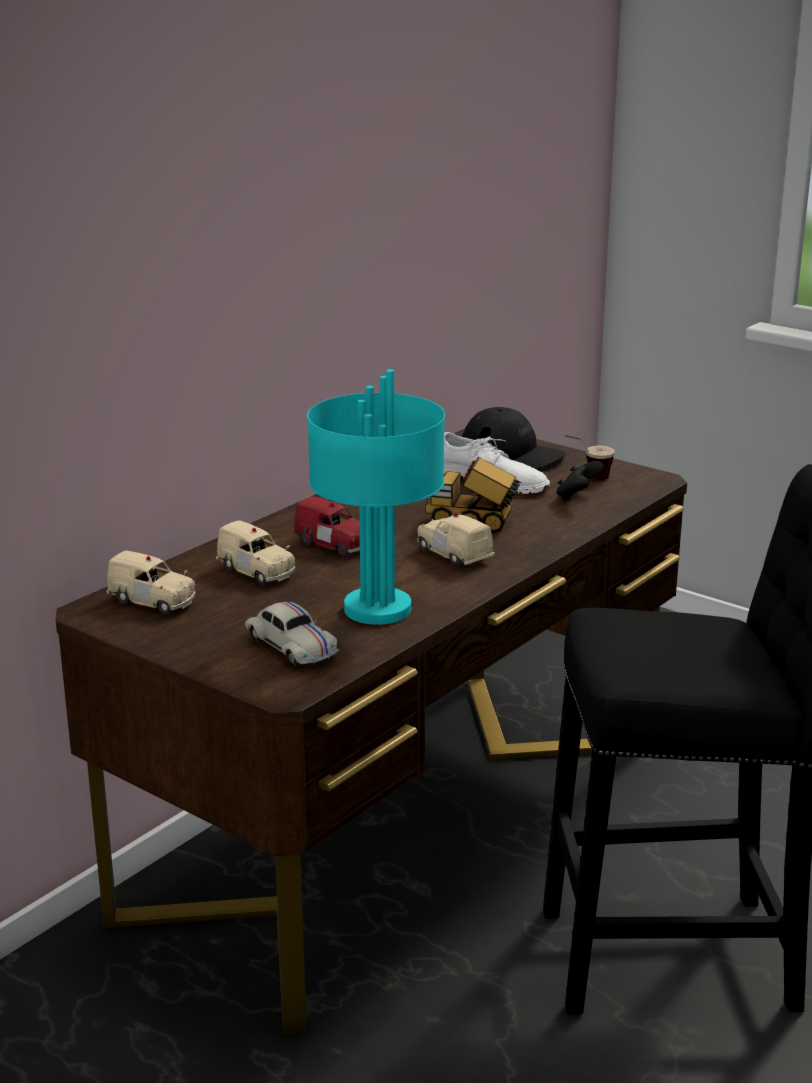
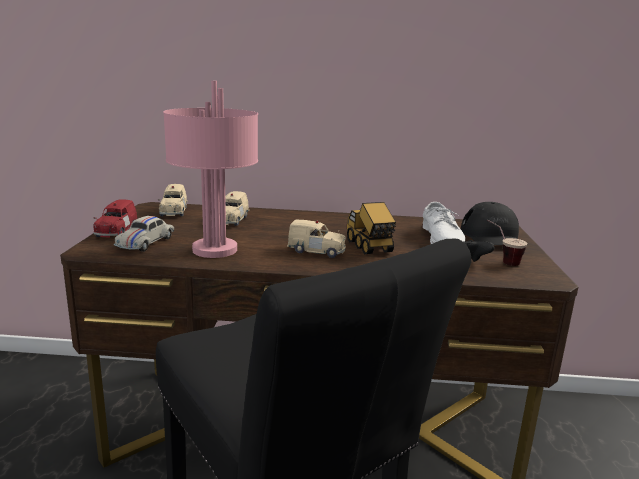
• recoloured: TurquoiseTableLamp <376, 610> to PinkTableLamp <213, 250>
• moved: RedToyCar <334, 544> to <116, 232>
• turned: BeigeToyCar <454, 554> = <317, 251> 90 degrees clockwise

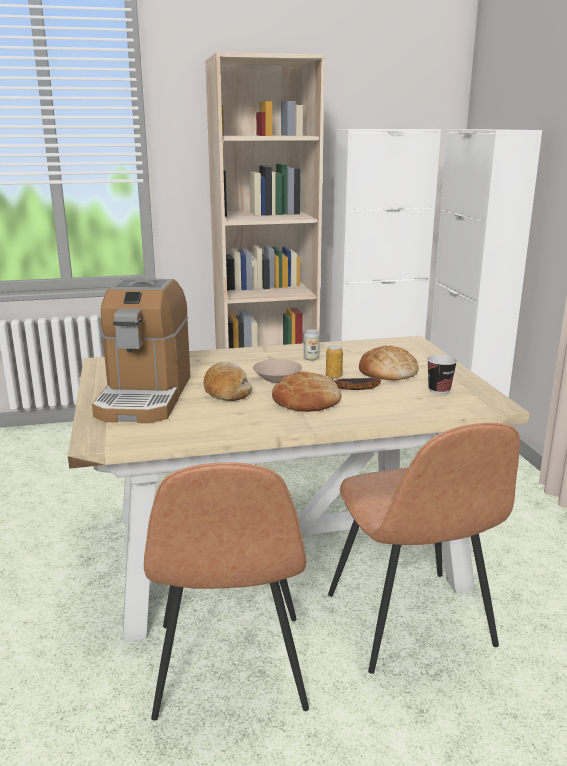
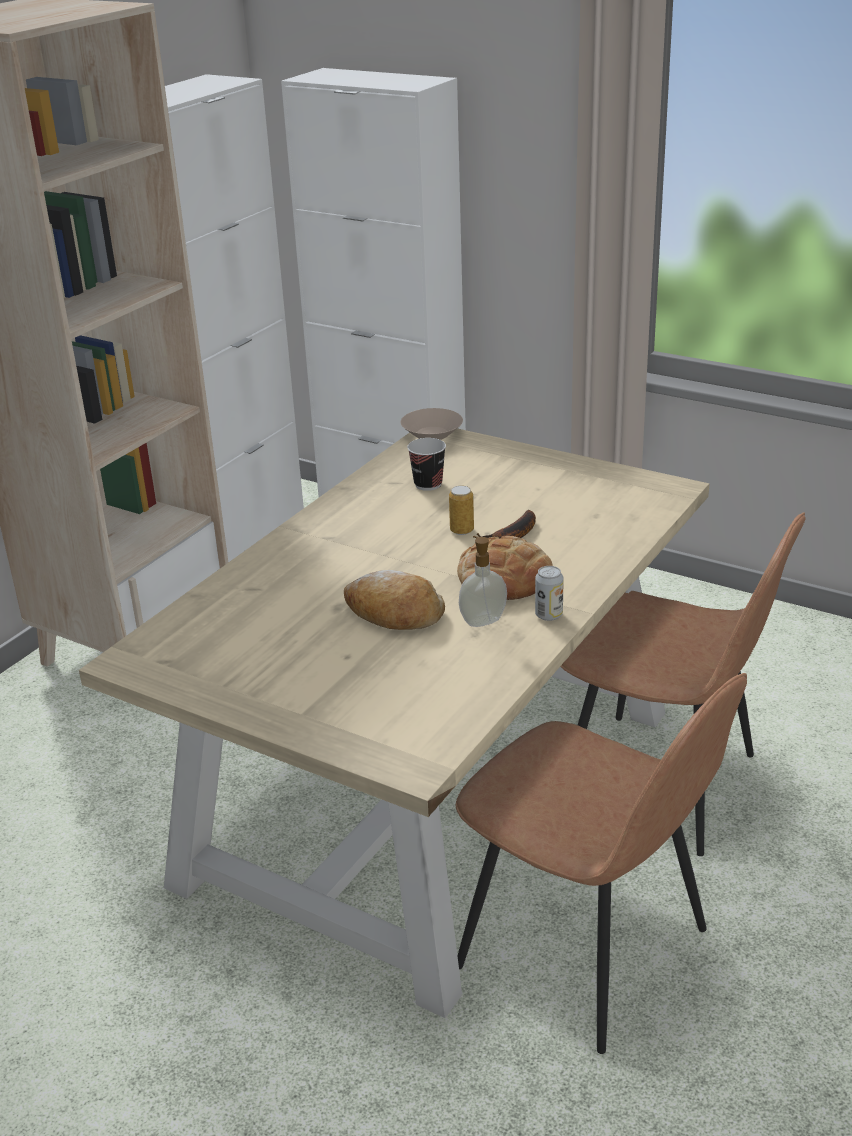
• removed: CoffeeMachine <145, 396>
• moved: Can <311, 358> to <548, 615>
• removed: Bread <387, 371>
• moved: Cup <439, 390> to <428, 484>
• moved: BeigeBowl <277, 379> to <432, 435>
• added: SoapDispenser <482, 620>

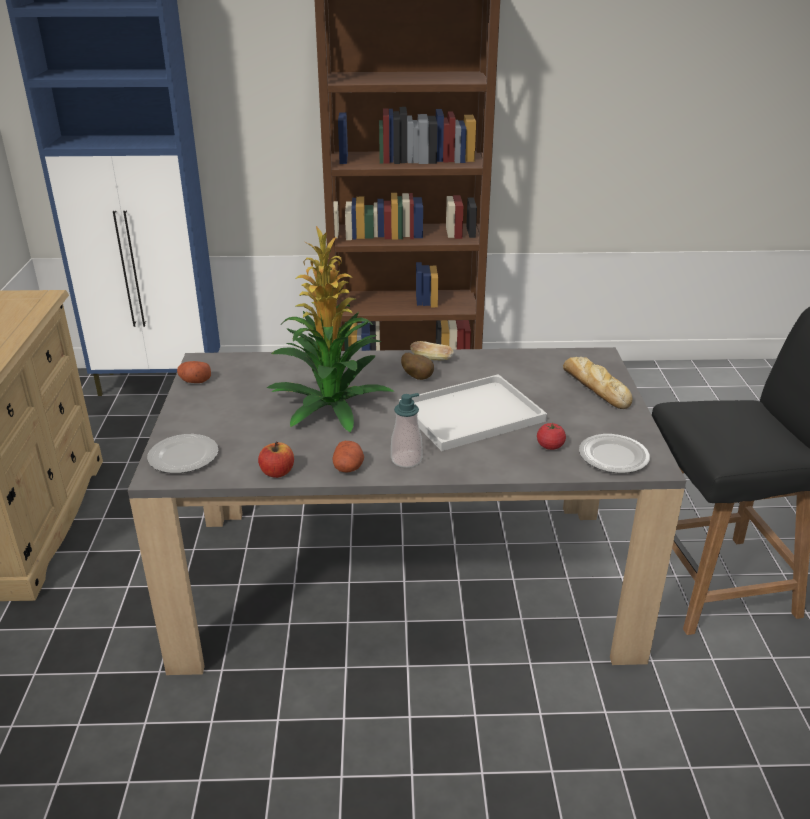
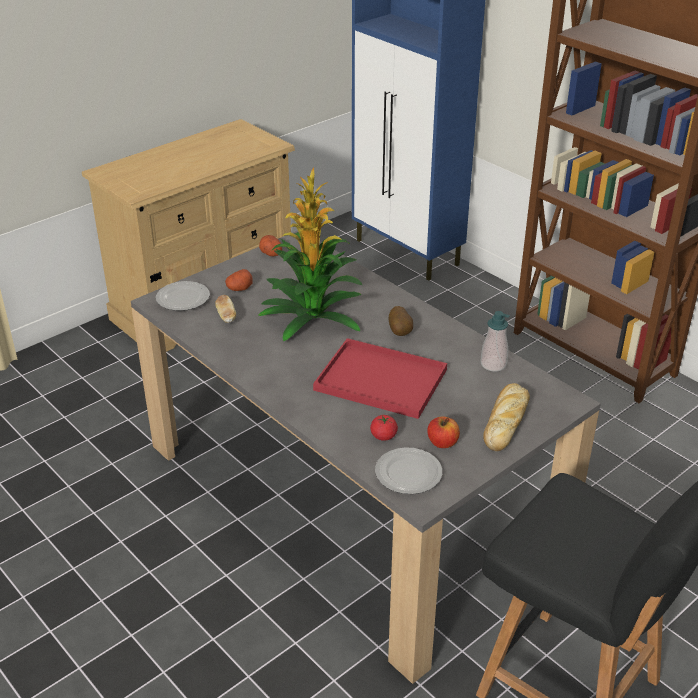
• moved: Bread <431, 359> to <226, 316>
• recoloured: WhiteTray <473, 412> to RedTray <383, 379>
• moved: SoapDispenser <406, 460> to <493, 364>
• moved: Potato <348, 467> to <239, 288>
• moved: Apple <277, 472> to <442, 442>

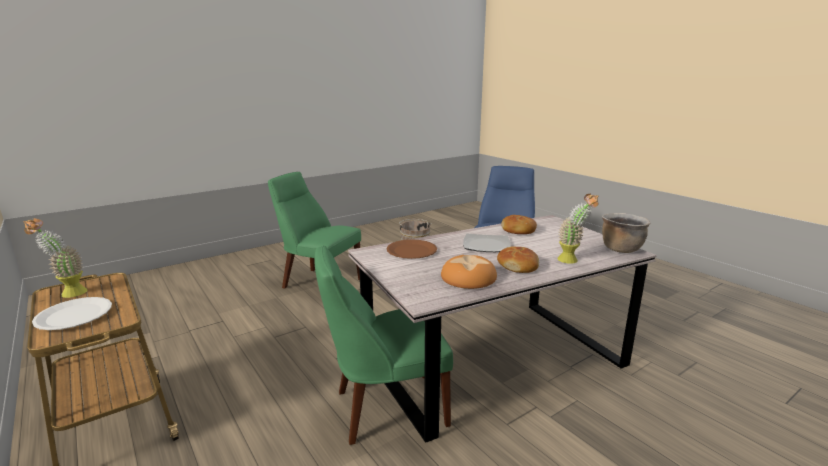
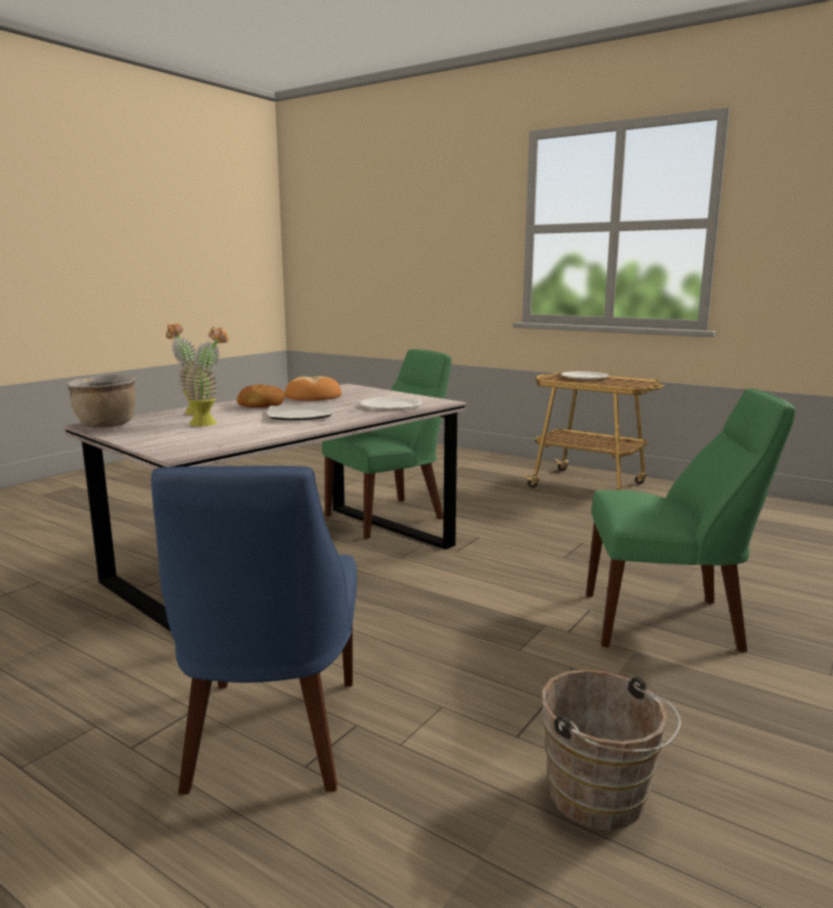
• removed: Bread <518, 230>
• moved: PottedPlant <67, 294> to <210, 422>
• recoloured: BrownPlate <412, 250> to WhitePlate <390, 405>

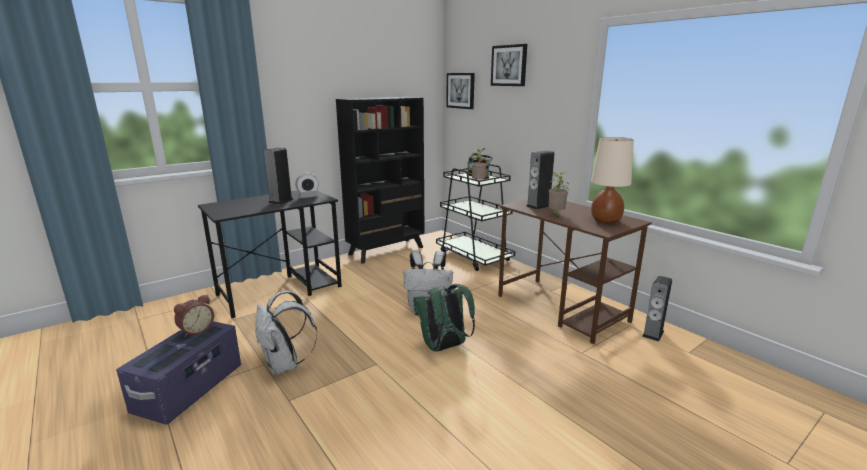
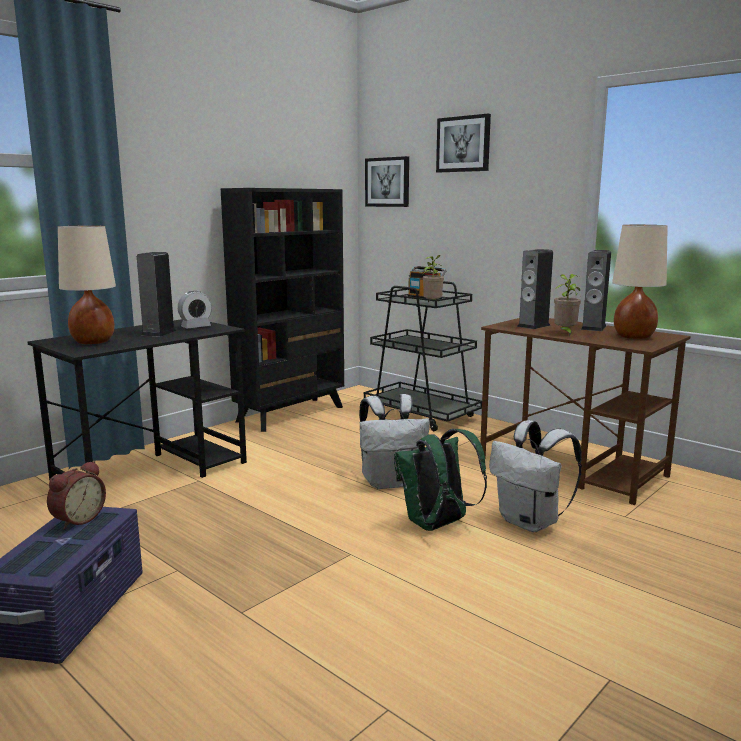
• moved: Speaker <653, 334> to <593, 328>
• moved: WhiteBackpack <285, 365> to <531, 522>
• added: BeigeTableLamp <93, 342>

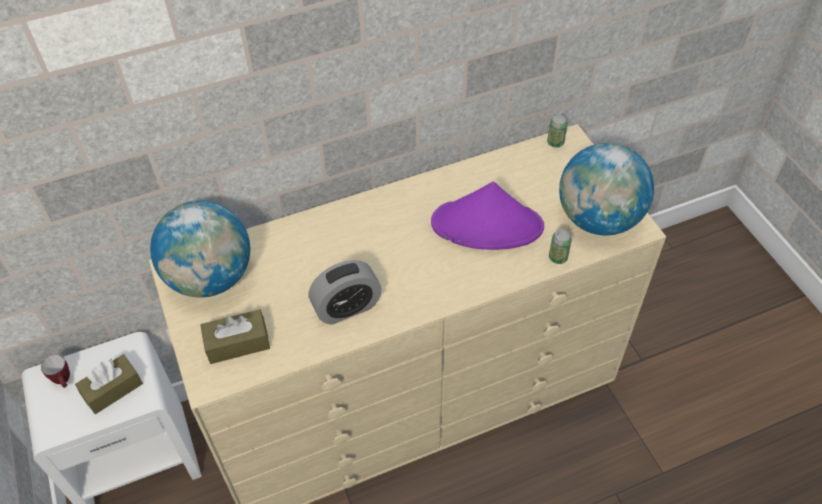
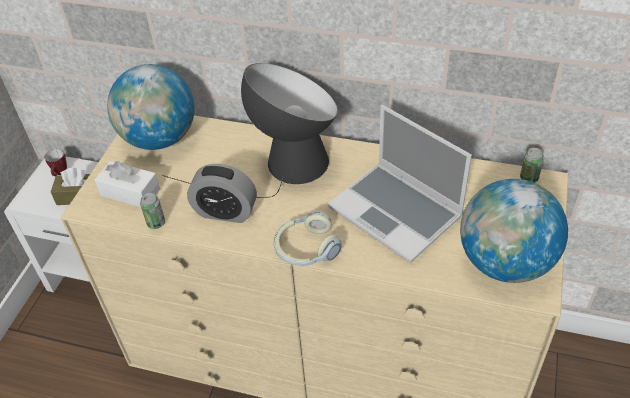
• replaced: PurpleHat <487, 225> to Laptop <397, 212>
• moved: Can <558, 257> to <156, 223>
• recoloured: BrownTissueBox <237, 343> to WhiteTissueBox <130, 192>
• added: TableLamp <287, 166>
• added: Headphones <306, 249>

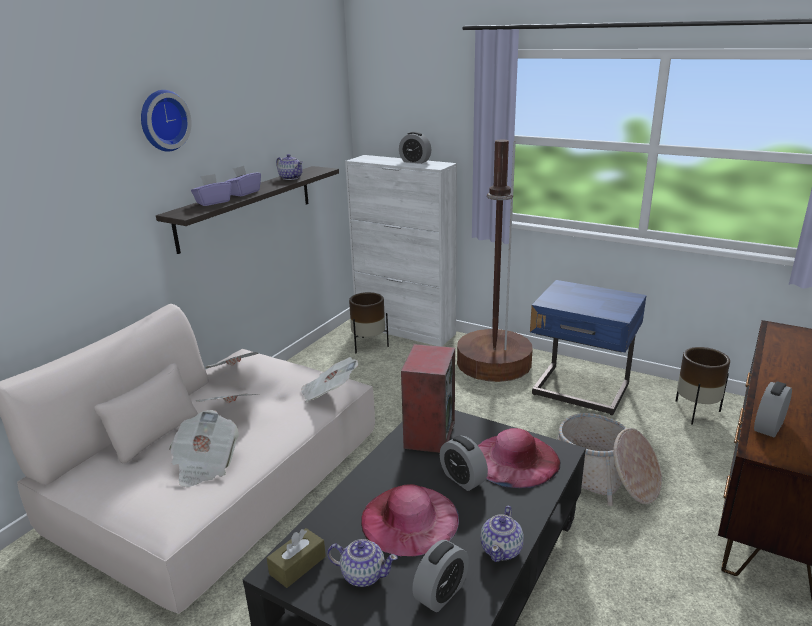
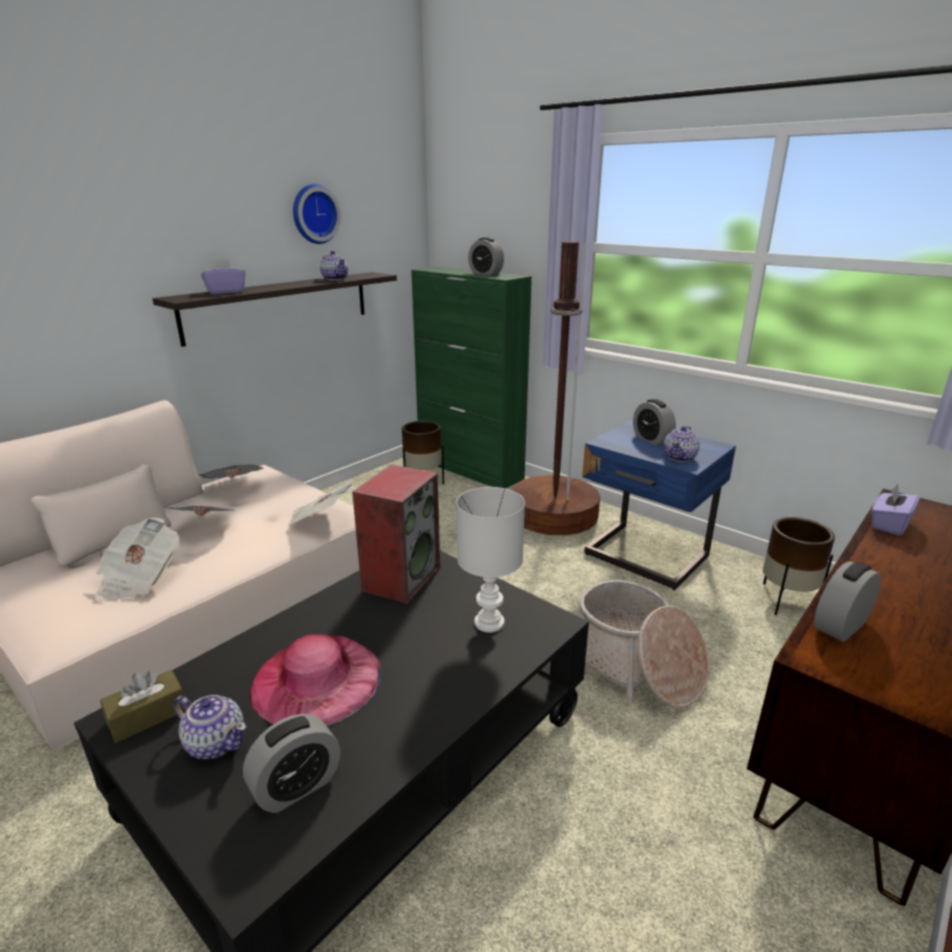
• moved: WallClock <162, 120> to <314, 214>
• recoloured: WhiteCabinet <405, 330> to GreenCabinet <470, 469>
• moved: PurpleTissueBox <244, 193> to <889, 524>
• replaced: PinkHat <515, 459> to WhiteTableLamp <490, 623>
• moved: AlarmClock <463, 479> to <651, 439>
• moved: Teapot <502, 549> to <680, 457>

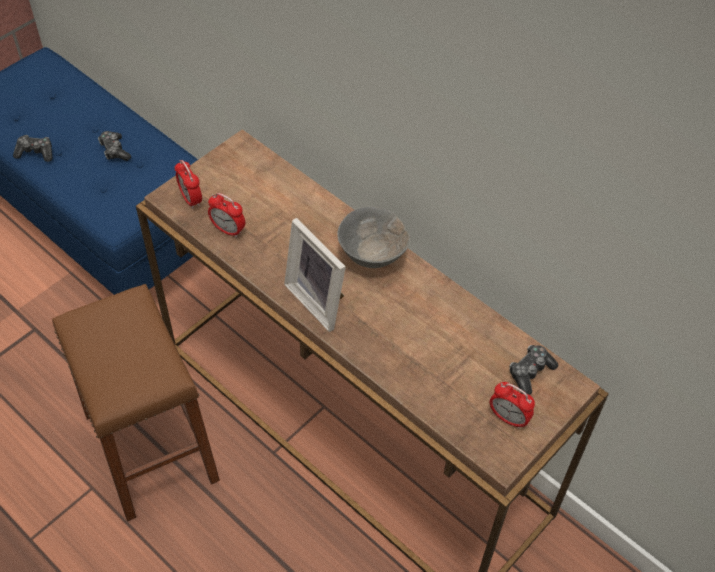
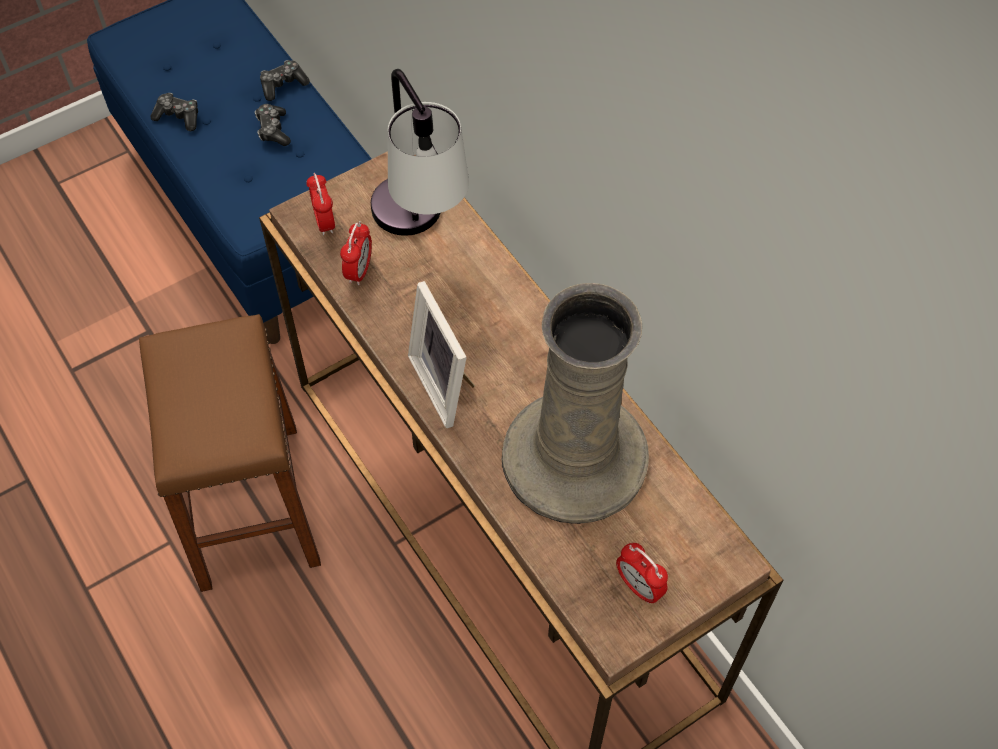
• turned: AlarmClock <228, 230> = <359, 271> 120 degrees counterclockwise
• removed: GreyBowl <373, 256>
• moved: GameController <530, 372> to <283, 85>
• added: TableLamp <421, 233>
• added: BeigeVase <573, 457>

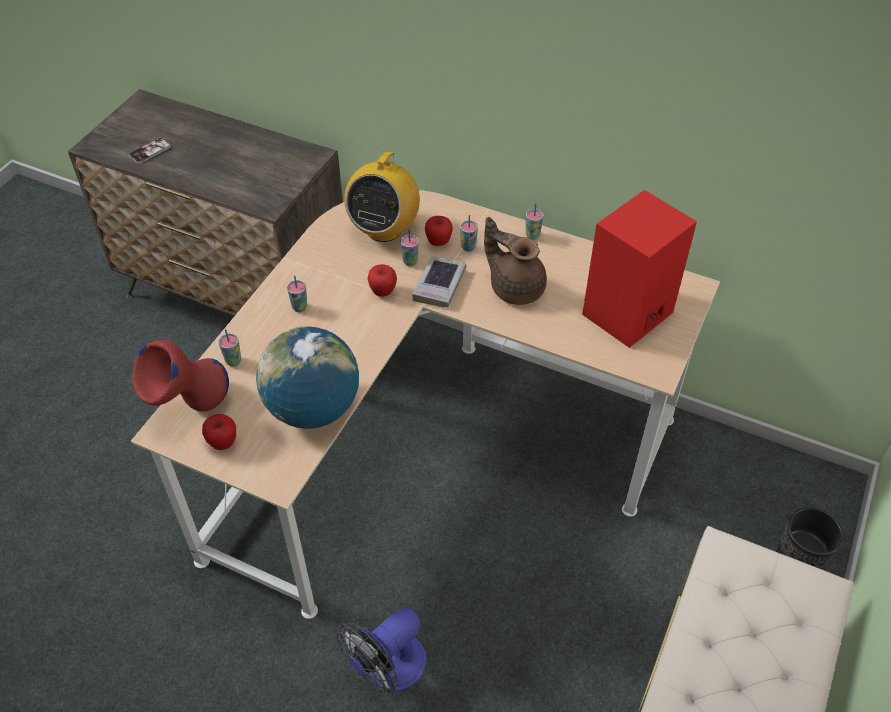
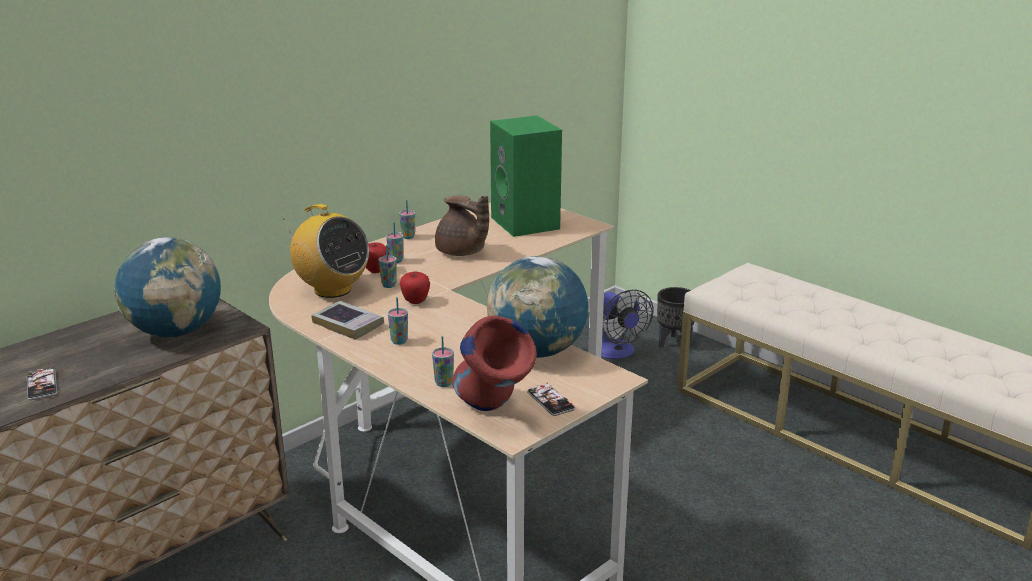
• recoloured: RedSpeaker <627, 315> to GreenSpeaker <527, 223>
• turned: BrownTeapot <515, 287> = <462, 252> 105 degrees counterclockwise
• moved: Book <439, 285> to <348, 324>
• replaced: Apple <223, 443> to Phone <550, 401>
• moved: Fan <387, 670> to <617, 352>
• added: Globe <175, 332>

